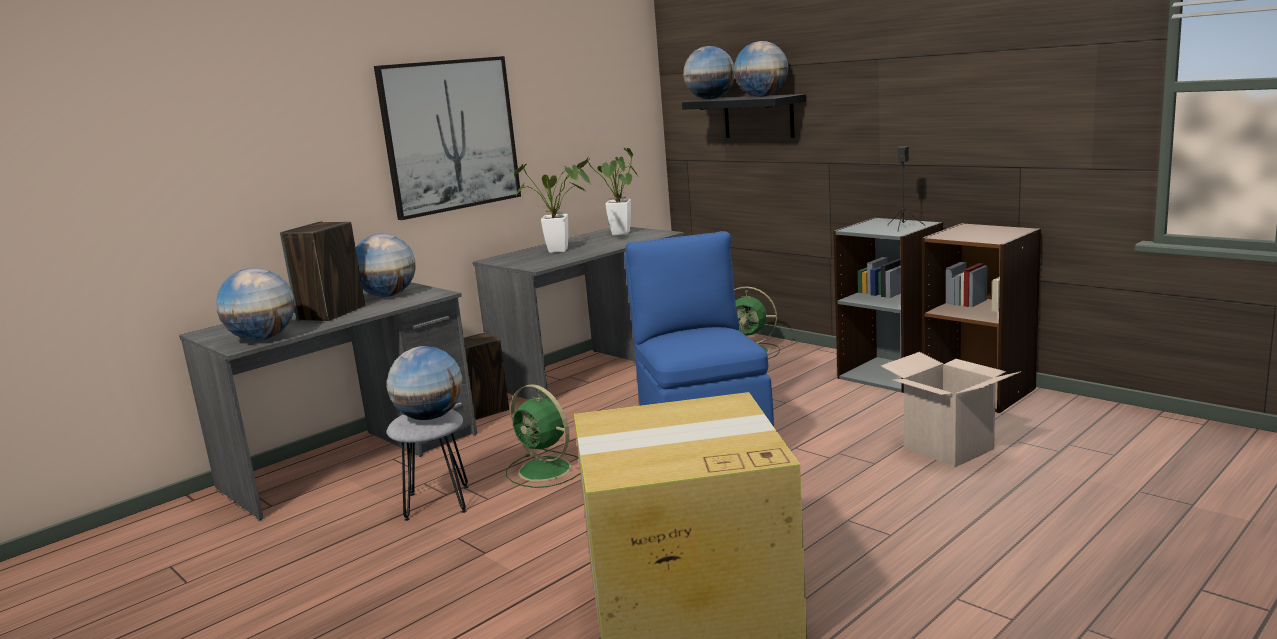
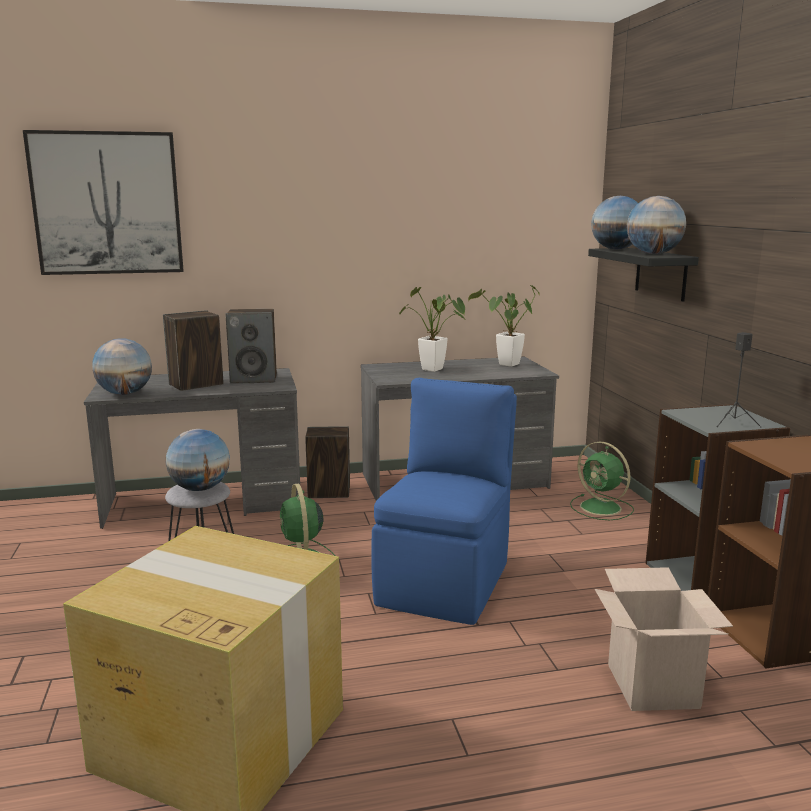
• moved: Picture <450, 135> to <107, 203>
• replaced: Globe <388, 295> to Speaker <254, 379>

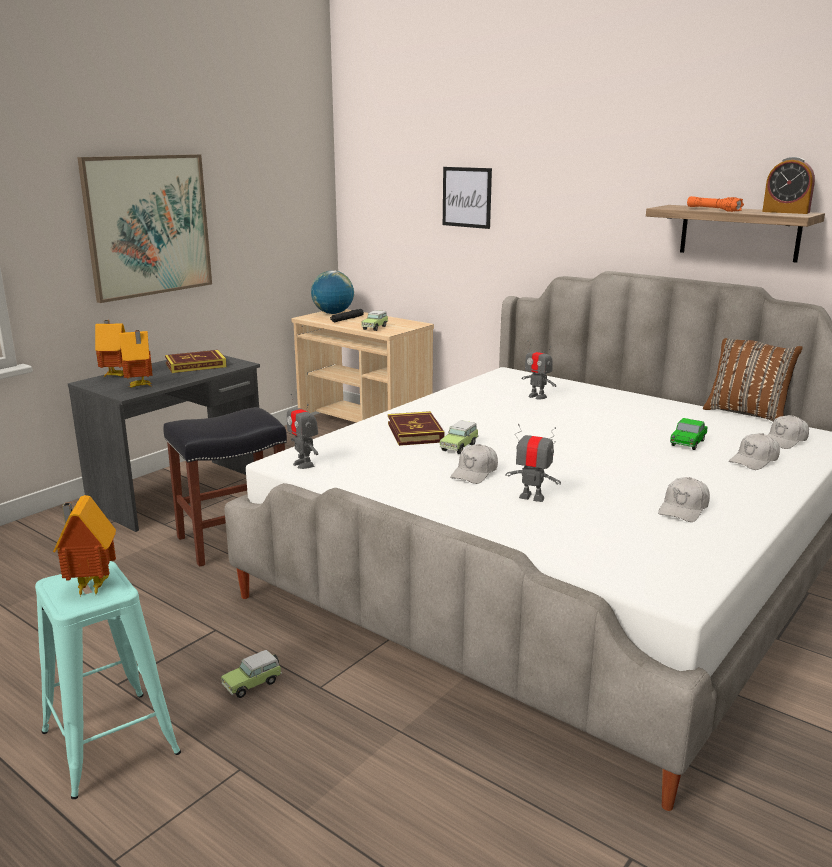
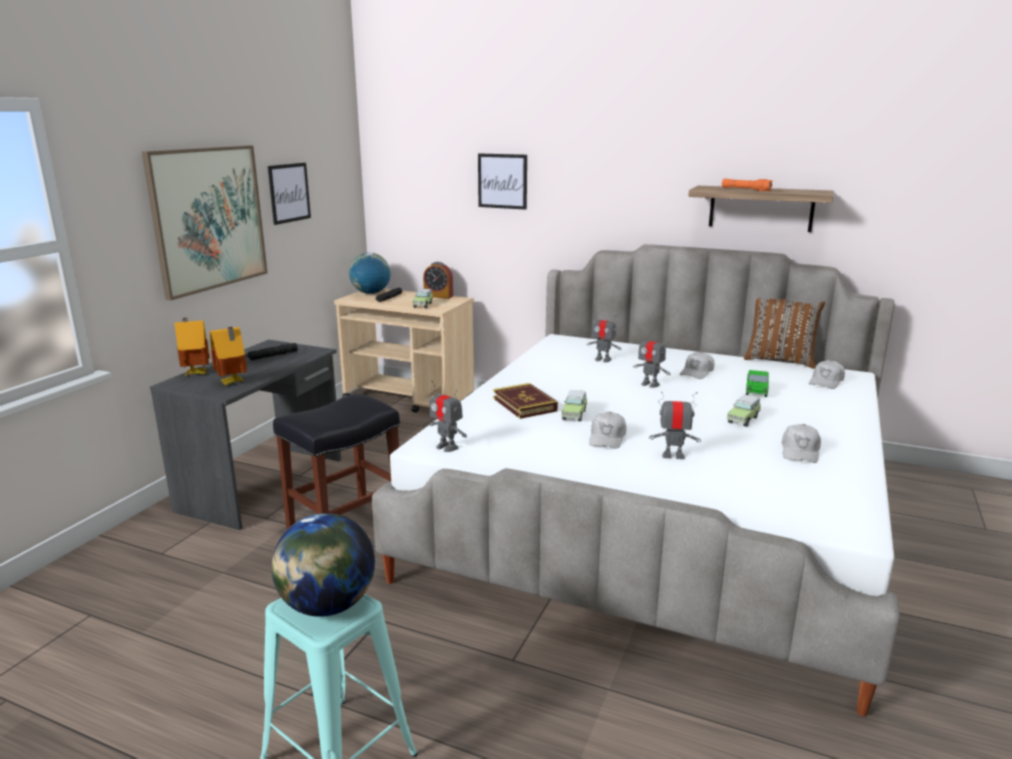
• moved: AlarmClock <785, 212> to <438, 296>
• replaced: Book <196, 365> to BlackFlashlight <273, 356>
• moved: WhiteCap <754, 460> to <697, 372>
• replaced: ToyHouse <89, 587> to Globe <327, 606>
• moved: ToyCar <254, 683> to <743, 419>
• added: Picture <289, 193>
• added: ToyRobot <650, 384>

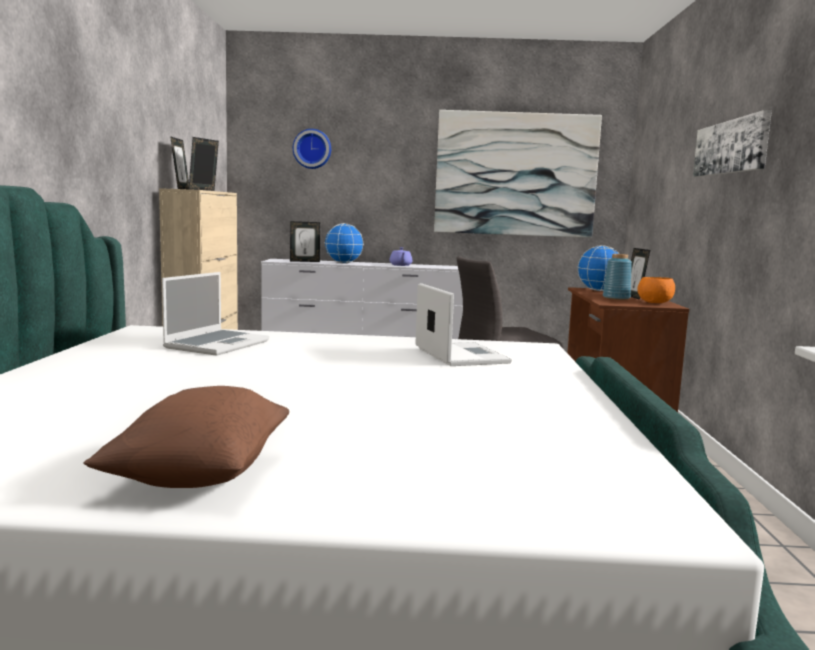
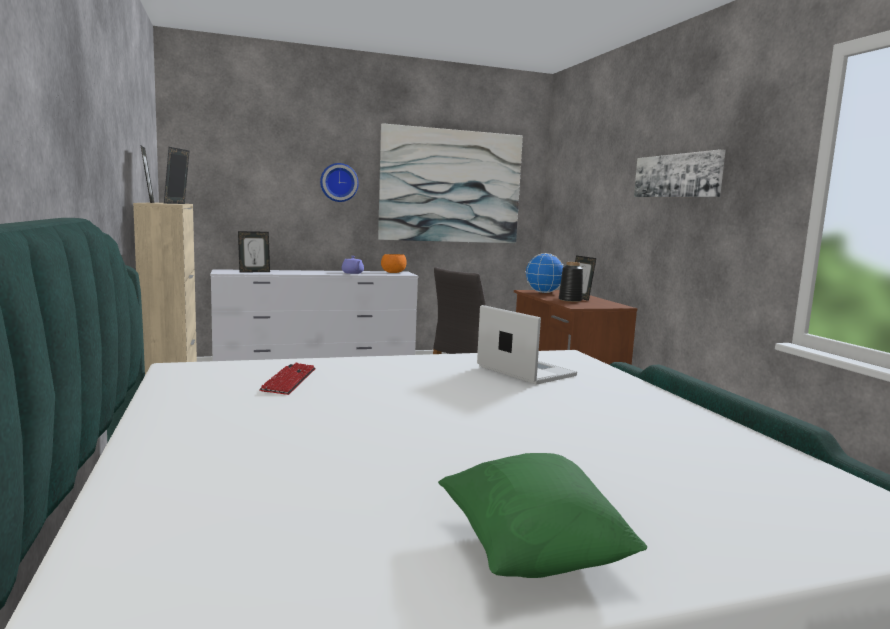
• moved: WallClock <312, 149> to <339, 182>
• removed: Globe <343, 263>
• recoloured: BlueVase <616, 298> to BlackVase <570, 300>
• replaced: Laptop <217, 344> to Keyboard <289, 380>
• moved: OrangeBowl <655, 302> to <393, 272>
• recoloured: BrownPillow <199, 475> to GreenPillow <531, 552>

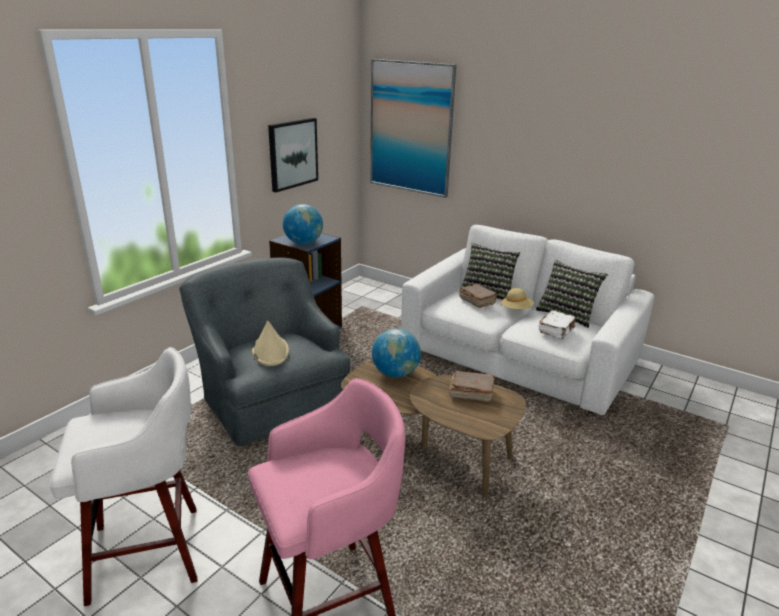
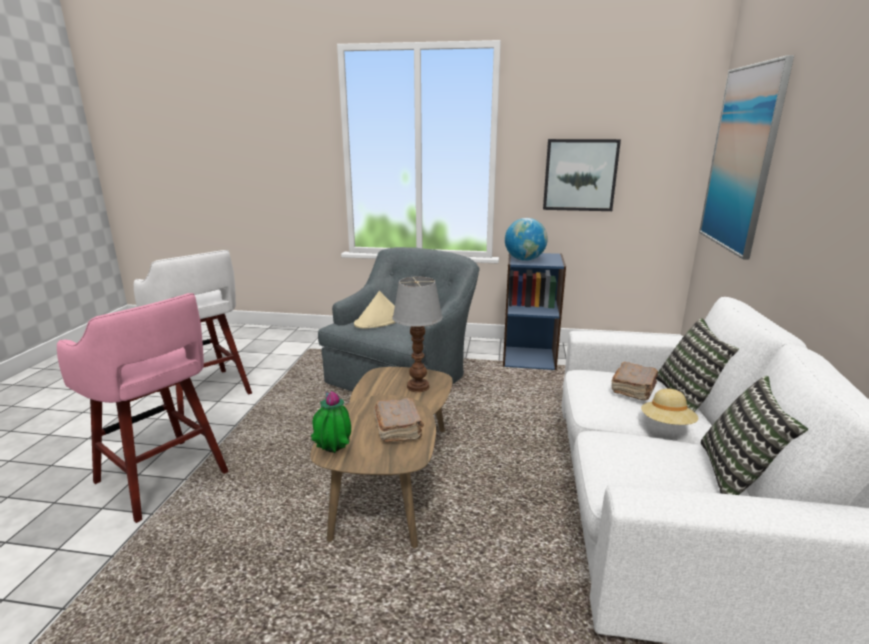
• removed: WhiteBook <556, 331>
• replaced: Globe <395, 373> to TableLamp <419, 387>
• added: PottedPlant <333, 454>

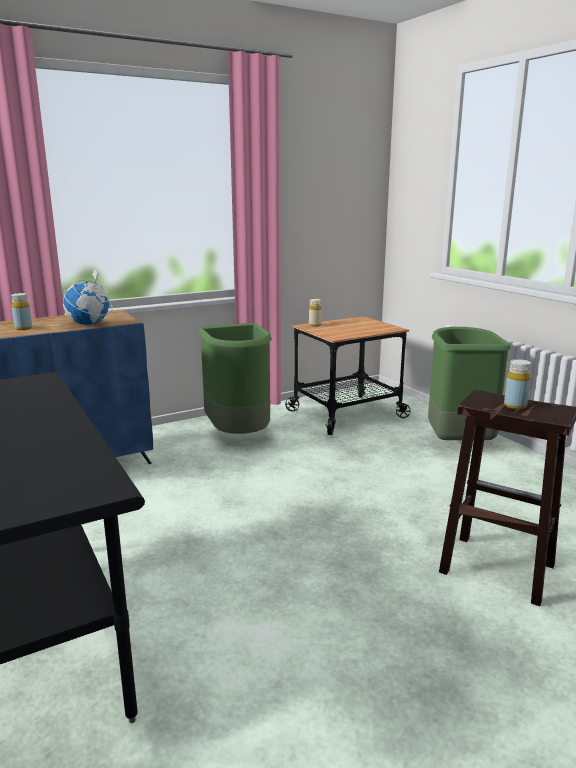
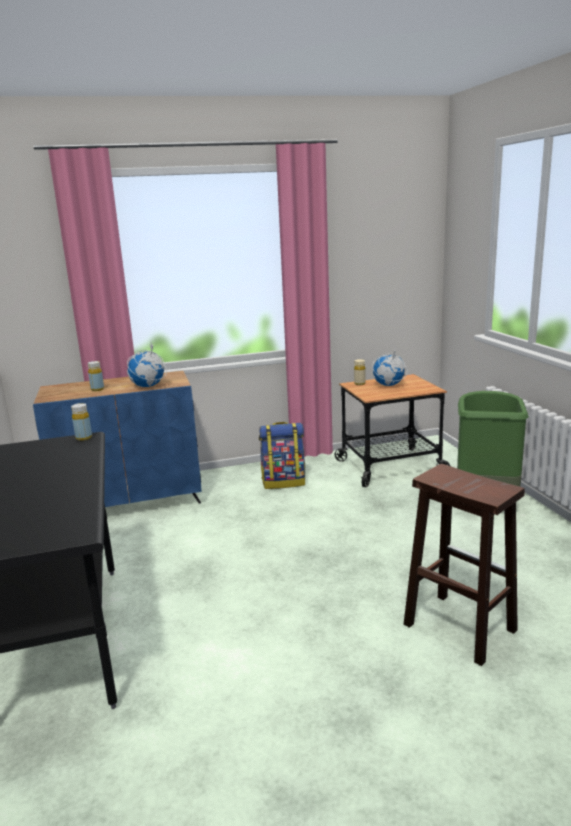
• replaced: GreenTrashCan <239, 435> to Backpack <284, 482>
• moved: YellowBottle <515, 406> to <84, 438>
• added: Globe <388, 385>

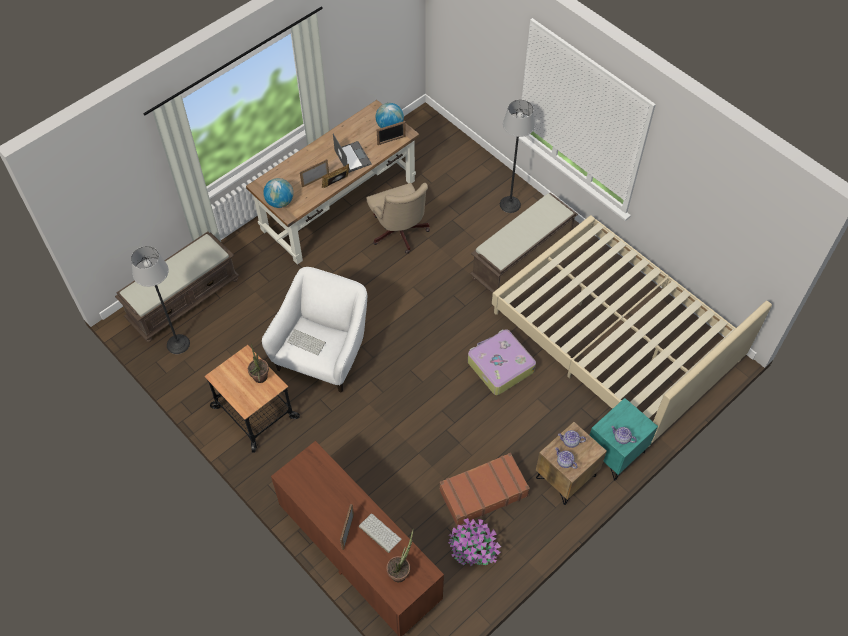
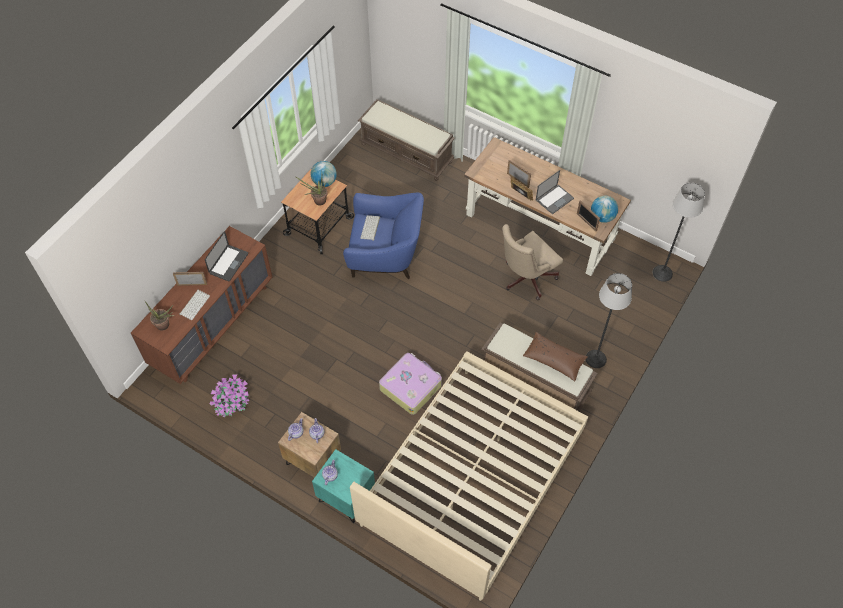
• moved: Globe <280, 202> to <324, 182>
• moved: FloorLamp <178, 344> to <662, 273>
• recoloured: WhiteArmchair <323, 353> to BlueArmchair <385, 255>
• removed: BrownSuitcase <483, 492>
• added: Laptop <229, 263>
• added: BrownPillow <554, 359>

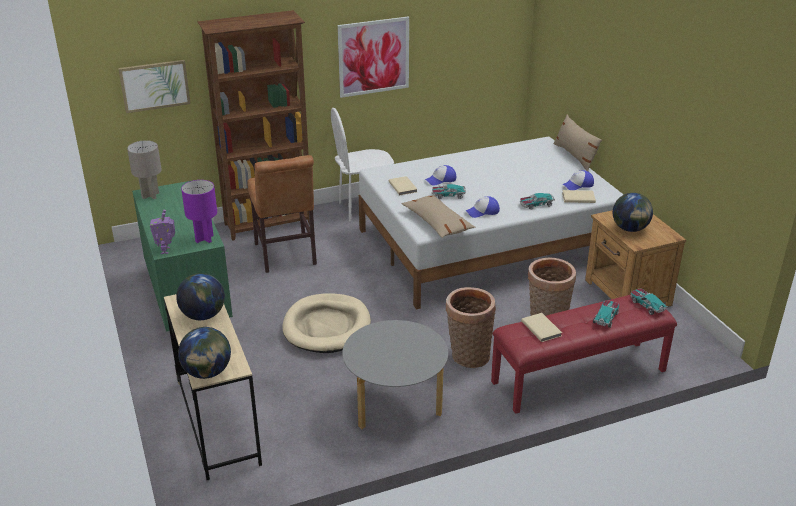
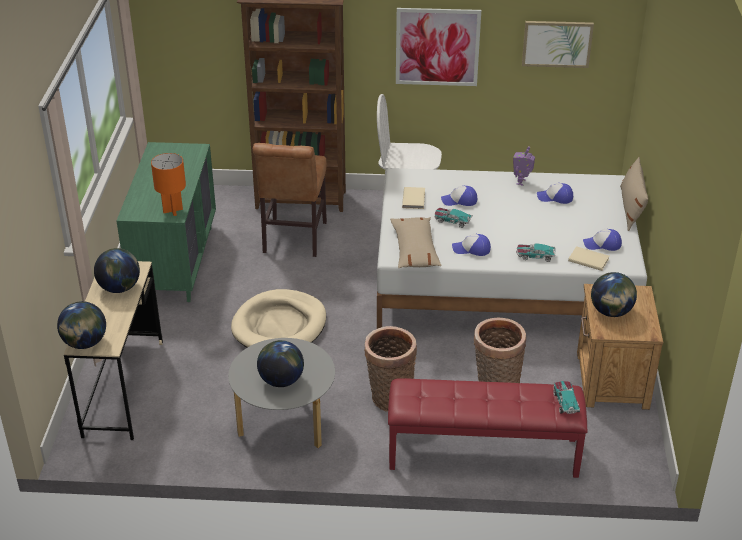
• moved: Picture <154, 85> to <557, 43>
• removed: GreyTableLamp <150, 196>
• recoloured: PurpleTableLamp <204, 239> to OrangeTableLamp <172, 211>
• moved: ToyRobot <166, 250> to <521, 182>
• removed: ToyCar <605, 317>
• removed: BeigeBook <541, 328>
• added: Cap <555, 198>
• added: Globe <281, 380>

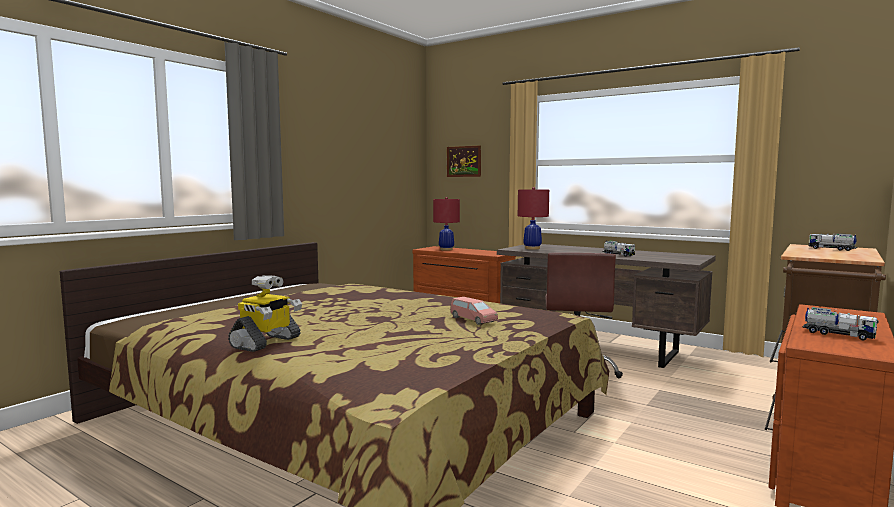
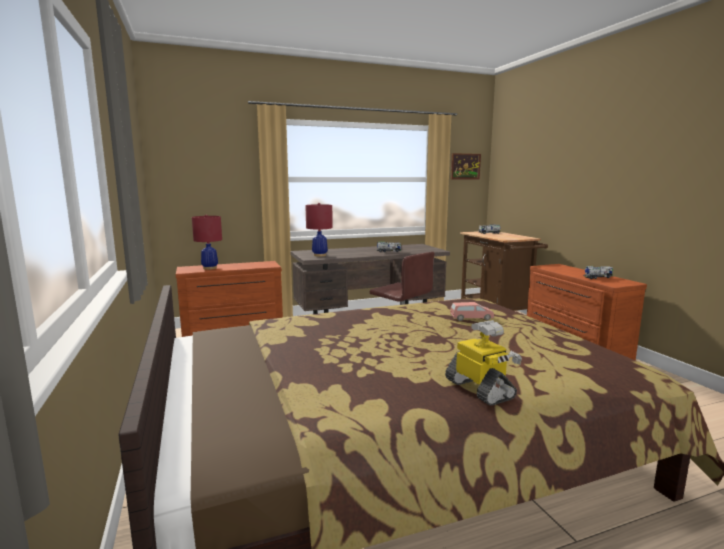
• moved: Picture <463, 161> to <465, 166>

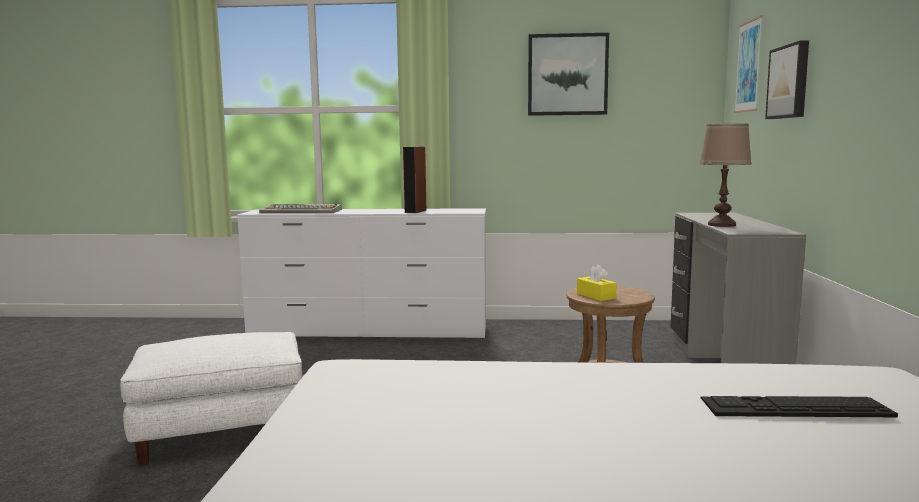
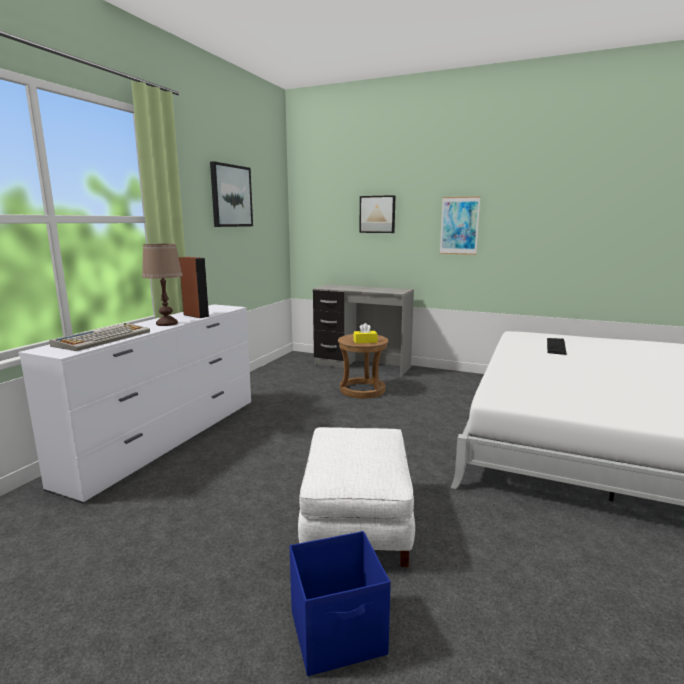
• moved: Picture <748, 66> to <459, 225>
• moved: BrownTableLamp <721, 225> to <166, 323>
• added: BlueStorageBox <339, 633>

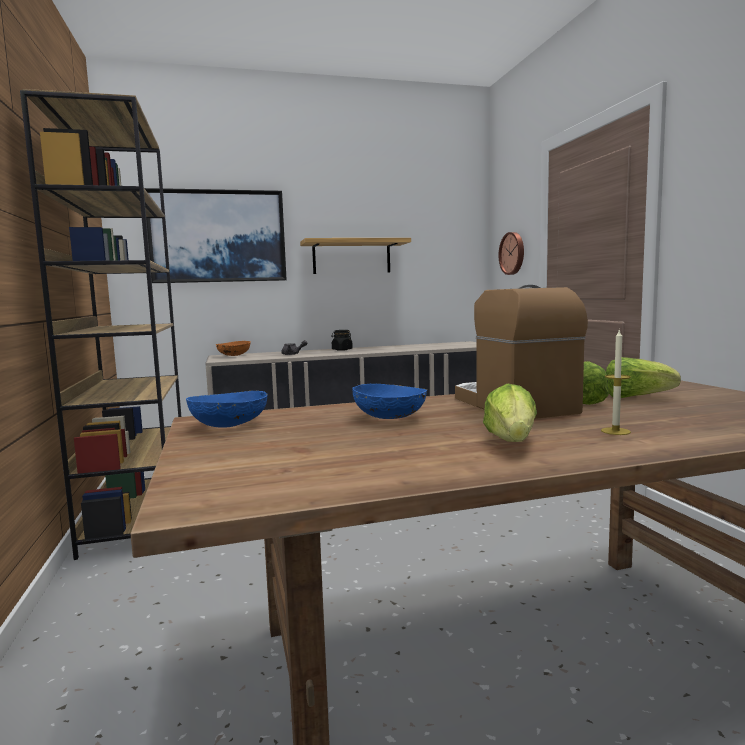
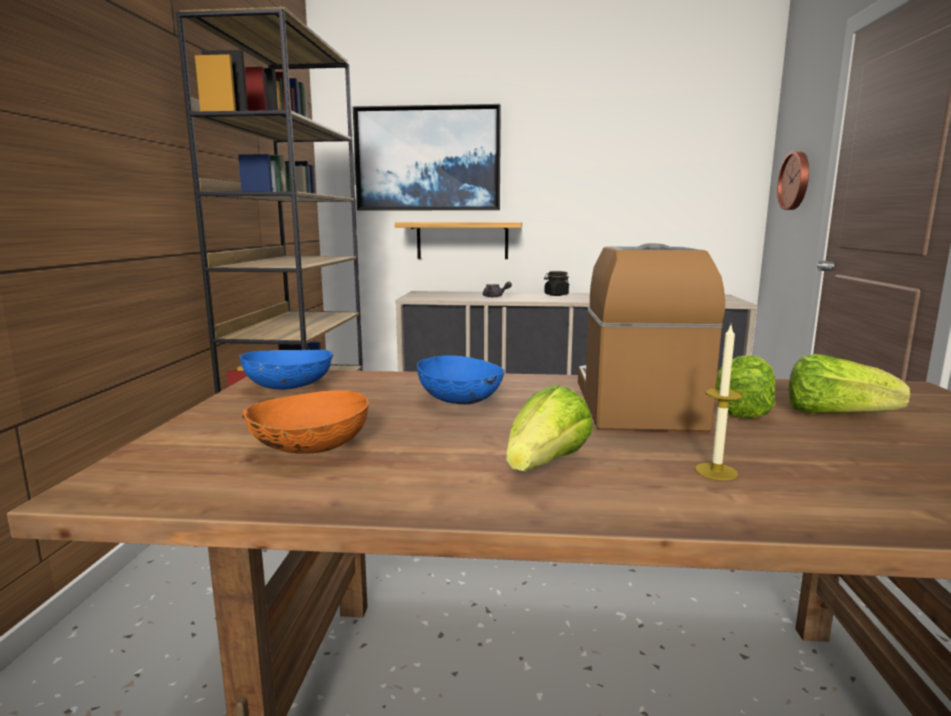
• moved: Shelf <351, 257> to <462, 240>
• moved: OrangeBowl <234, 355> to <310, 450>

